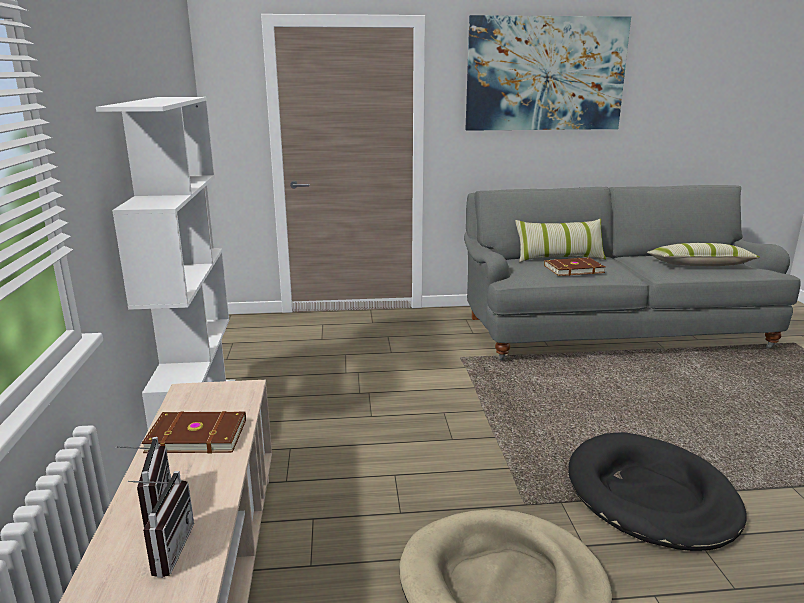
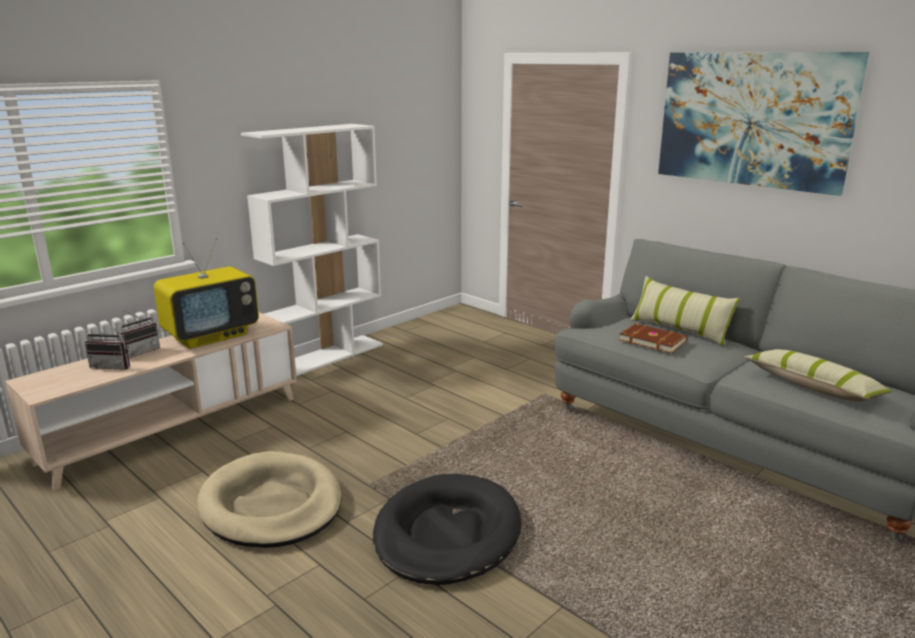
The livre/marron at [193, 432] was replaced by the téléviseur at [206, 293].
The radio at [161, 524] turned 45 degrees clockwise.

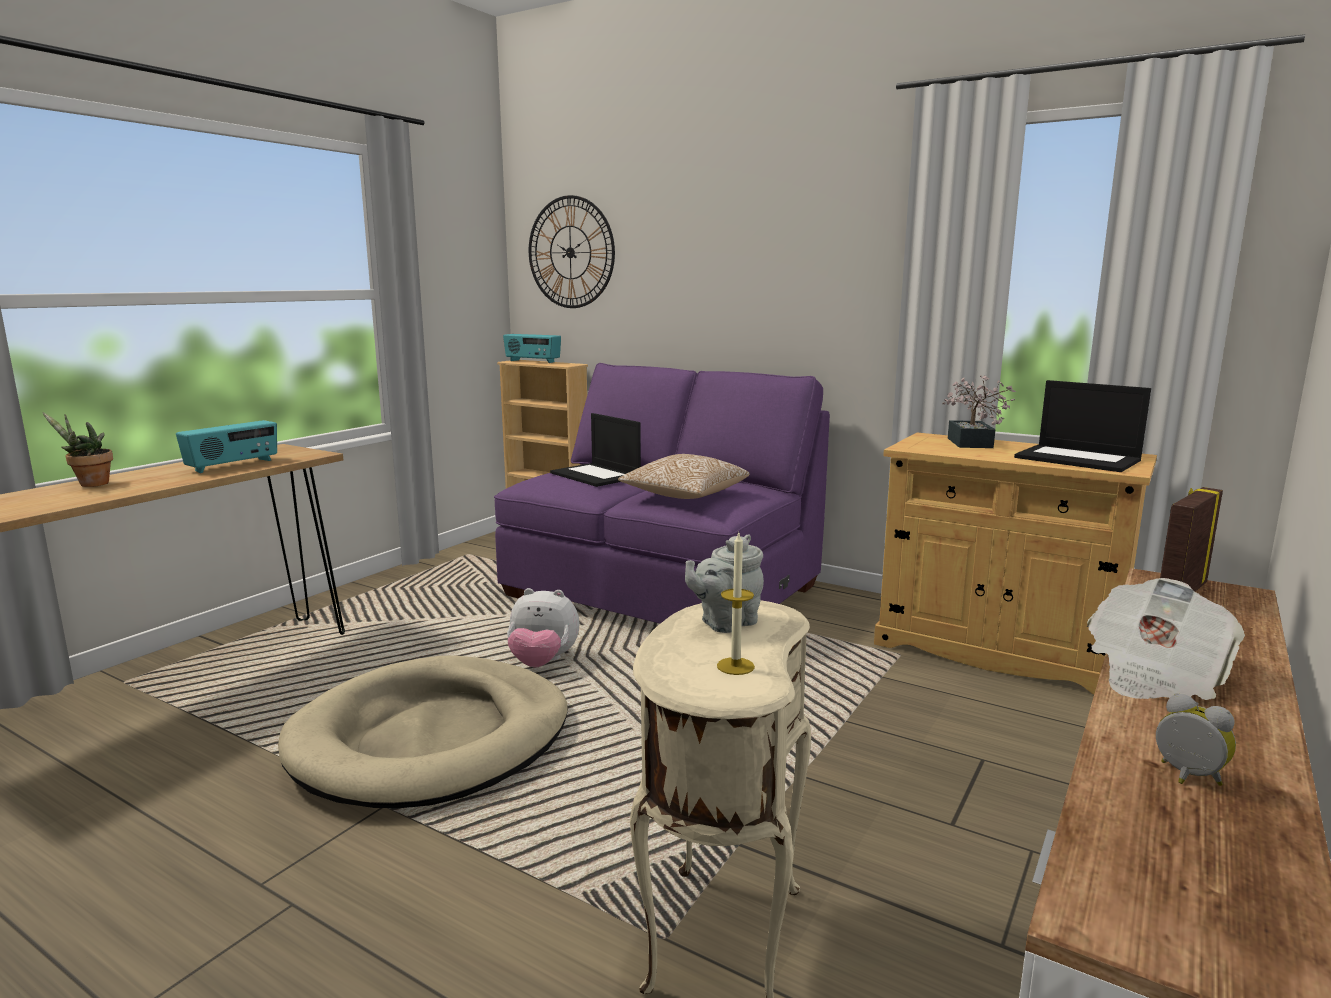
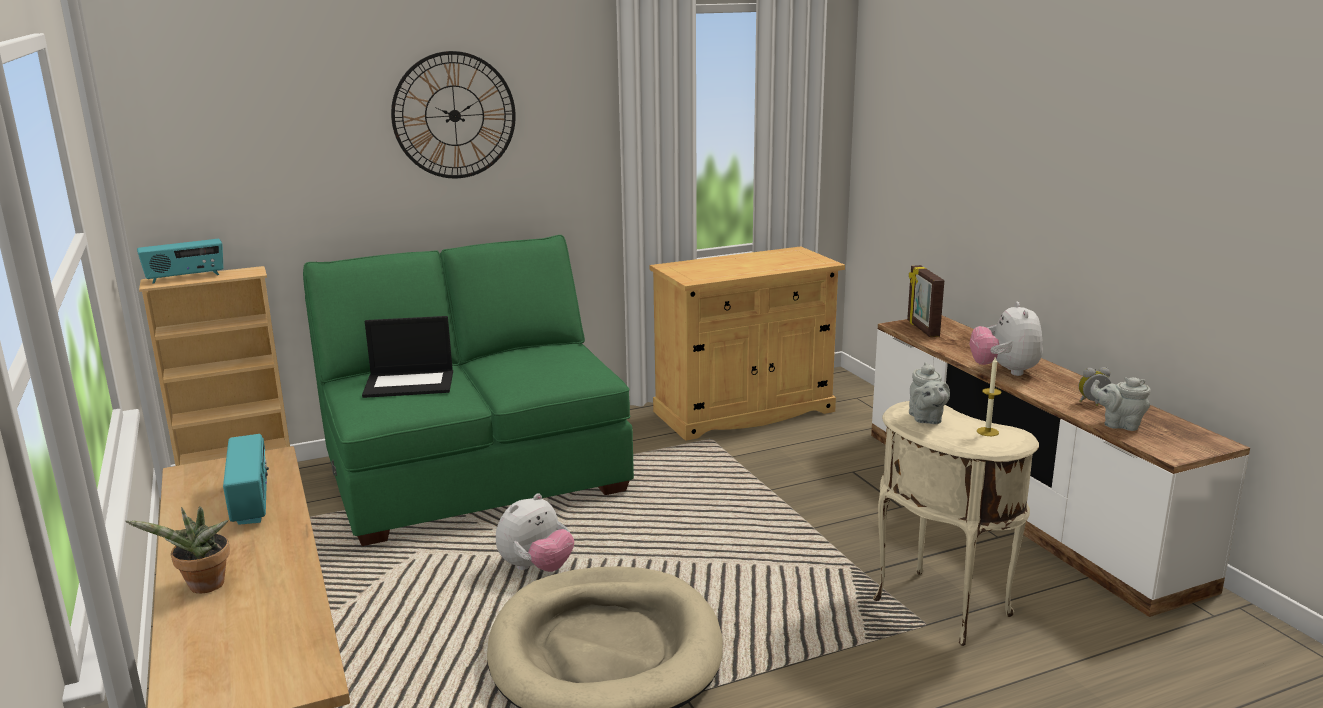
The coussin at [684, 476] disappeared.
The plante en pot at [979, 411] disappeared.
The ordinateur portable at [1082, 426] disappeared.
The théière/gris at [1120, 404] appeared.
The horloge murale moved from [572, 251] to [453, 114].
The journal at [1166, 639] was replaced by the peluche at [1005, 339].
The canapé/violet at [662, 493] became the canapé/vert at [468, 390].

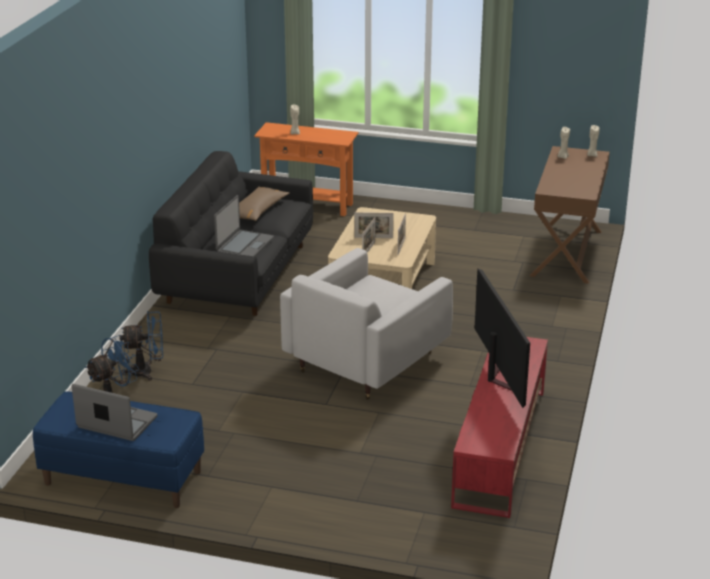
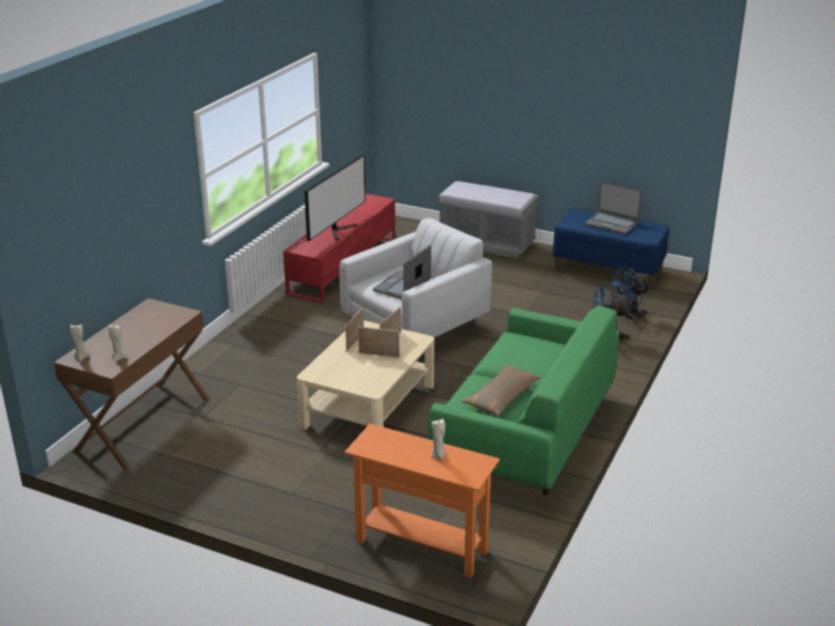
The banc/gris at [488, 219] appeared.
The ordinateur portable moved from [244, 225] to [402, 272].
The canapé/noir at [231, 233] became the canapé/vert at [524, 401].
The téléviseur at [502, 338] turned 150 degrees counterclockwise.

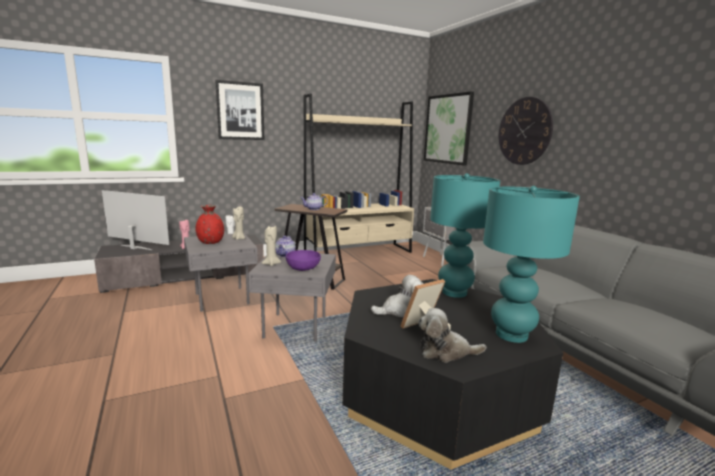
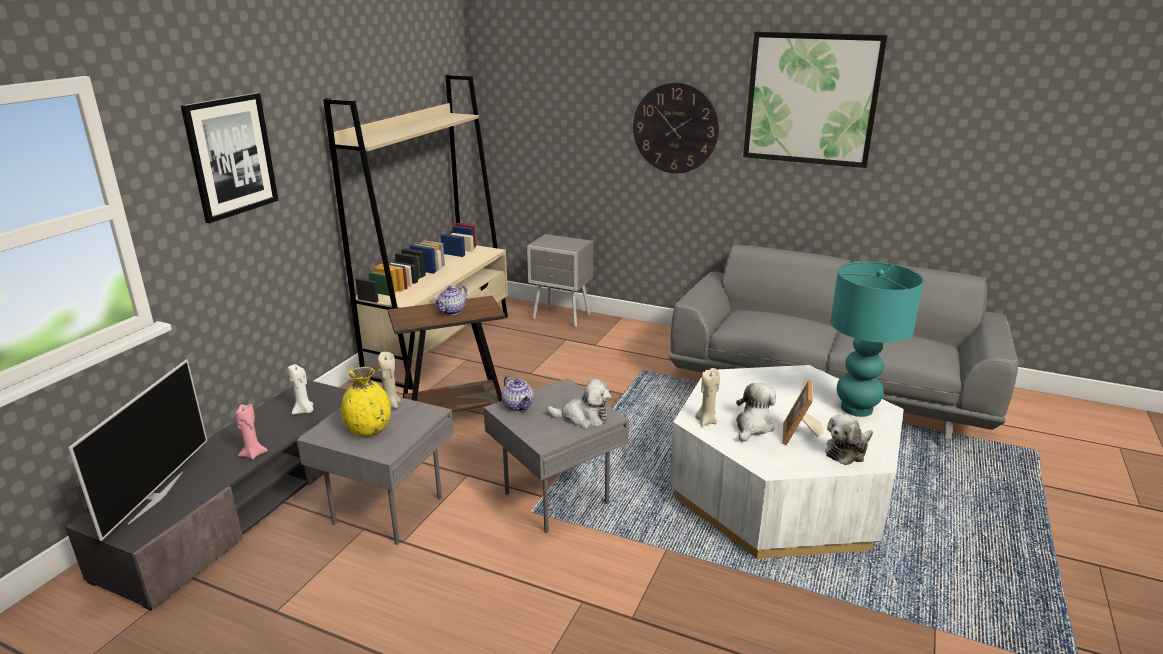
The lampe de table/turquoise at [465, 235] disappeared.
The bougie/beige moved from [271, 246] to [707, 397].
The tableau moved from [449, 128] to [815, 100].
The bol/violet at [303, 260] was replaced by the peluche at [579, 404].
The vase/rouge at [209, 224] became the vase/jaune at [366, 402].
The table basse/noir at [453, 374] became the table basse/blanc at [786, 462].
The téléviseur at [135, 220] turned 120 degrees clockwise.

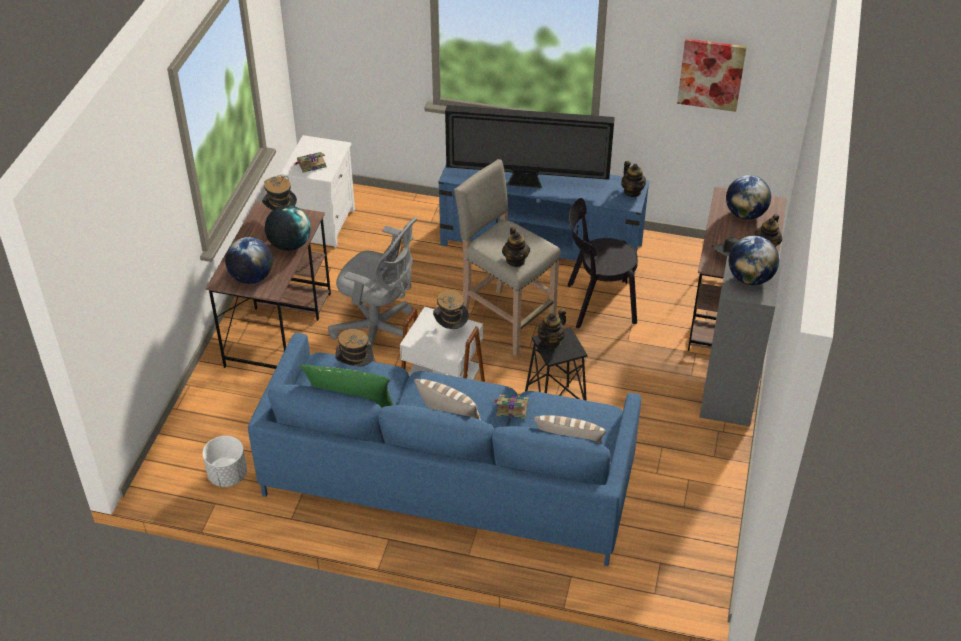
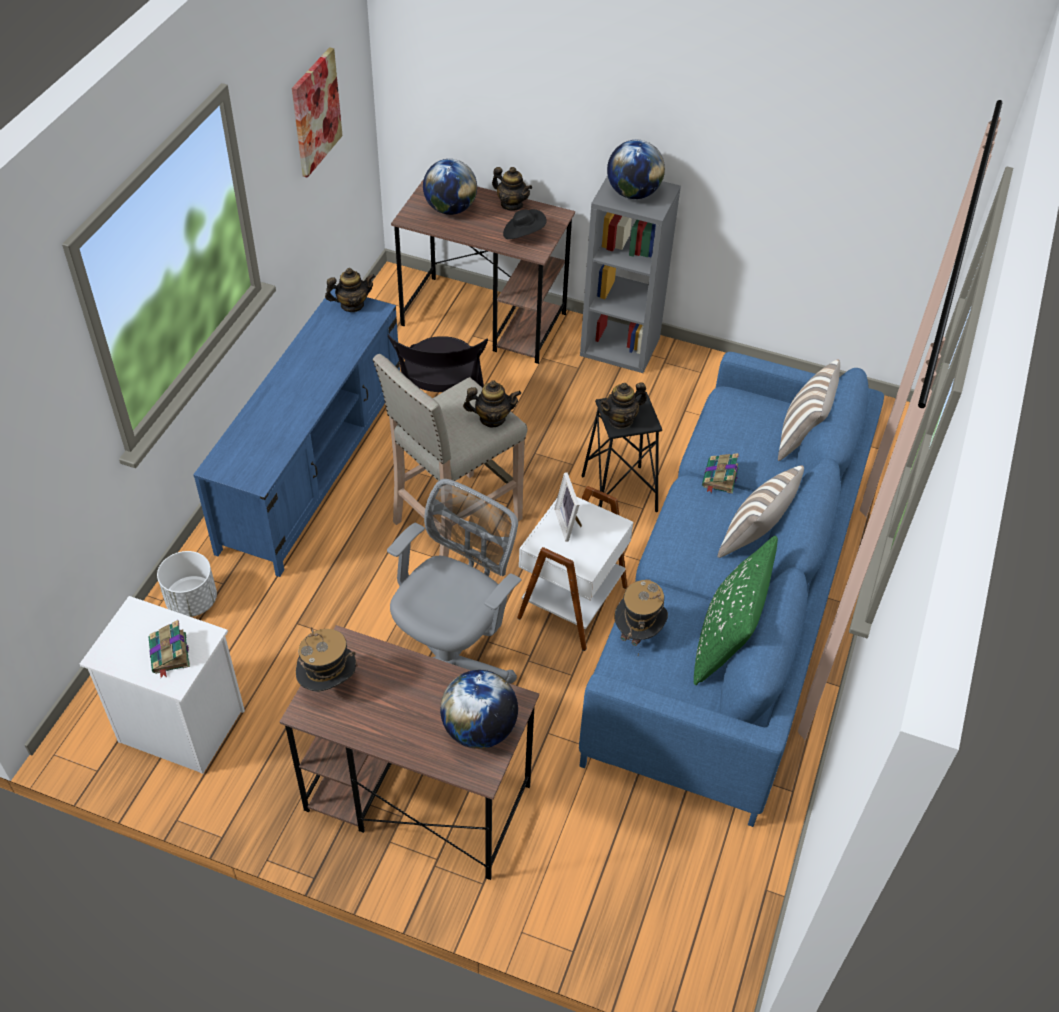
The globe at [288, 228] disappeared.
The téléviseur at [530, 146] disappeared.
The cache-pot/blanc moved from [225, 461] to [187, 584].
The chapeau at [451, 309] was replaced by the cadre photo at [568, 507].
The théière at [551, 329] turned 105 degrees clockwise.

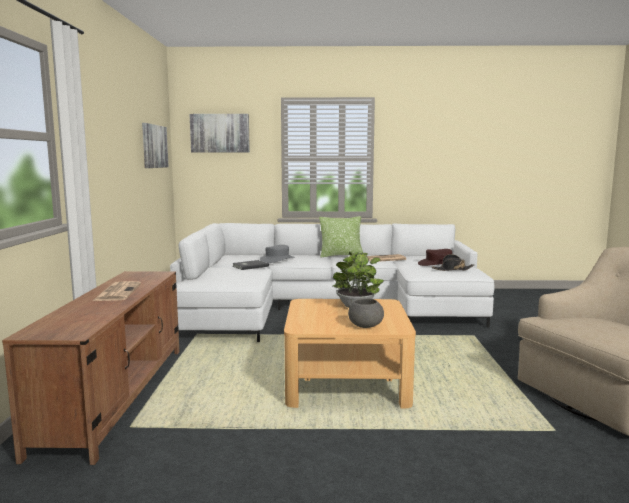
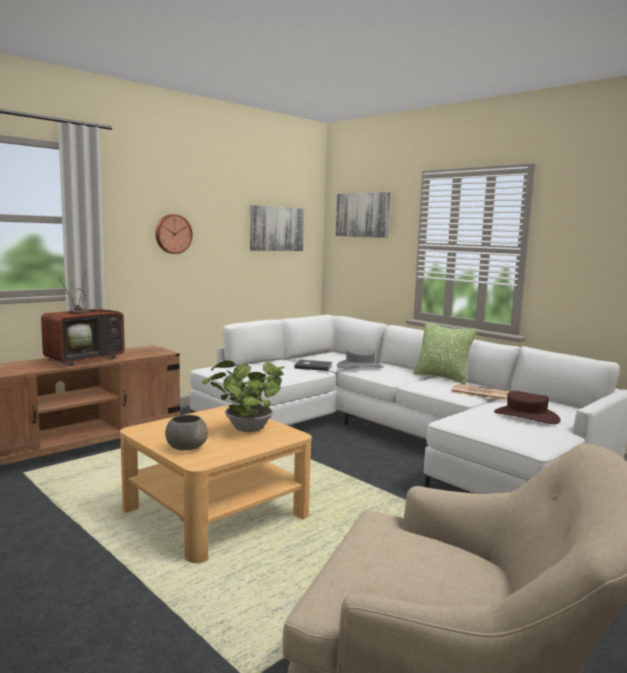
The chapeau/noir at [453, 262] disappeared.
The horloge murale at [174, 234] appeared.
The journal at [117, 291] was replaced by the téléviseur at [83, 318].

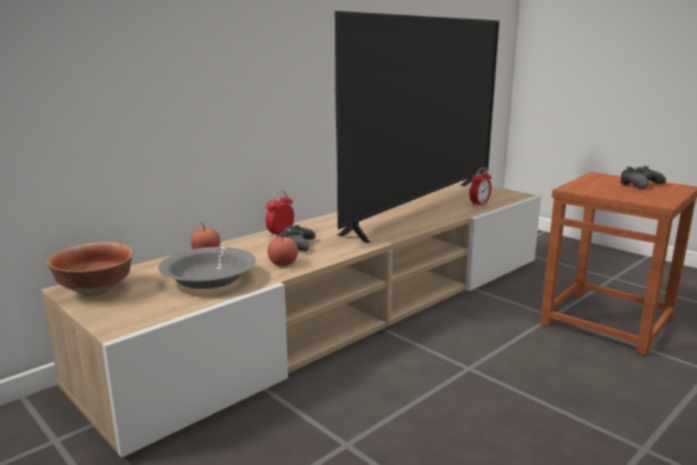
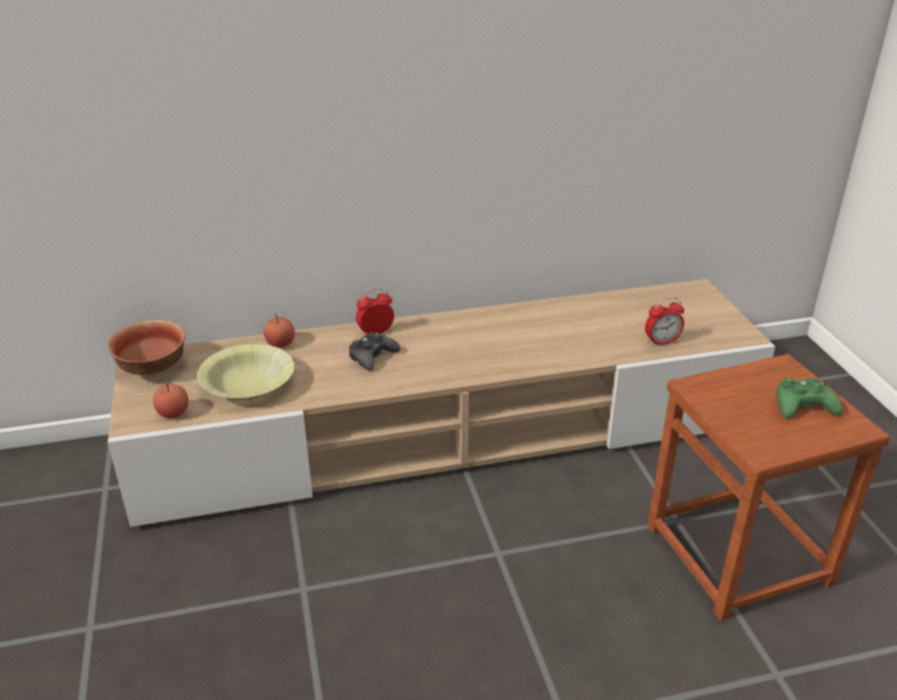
The téléviseur at [417, 127] disappeared.
The pomme moved from [282, 249] to [171, 401].
The bol/gris at [207, 268] became the bol/jaune at [245, 372].
The manette/noir at [643, 177] became the manette/vert at [809, 398].

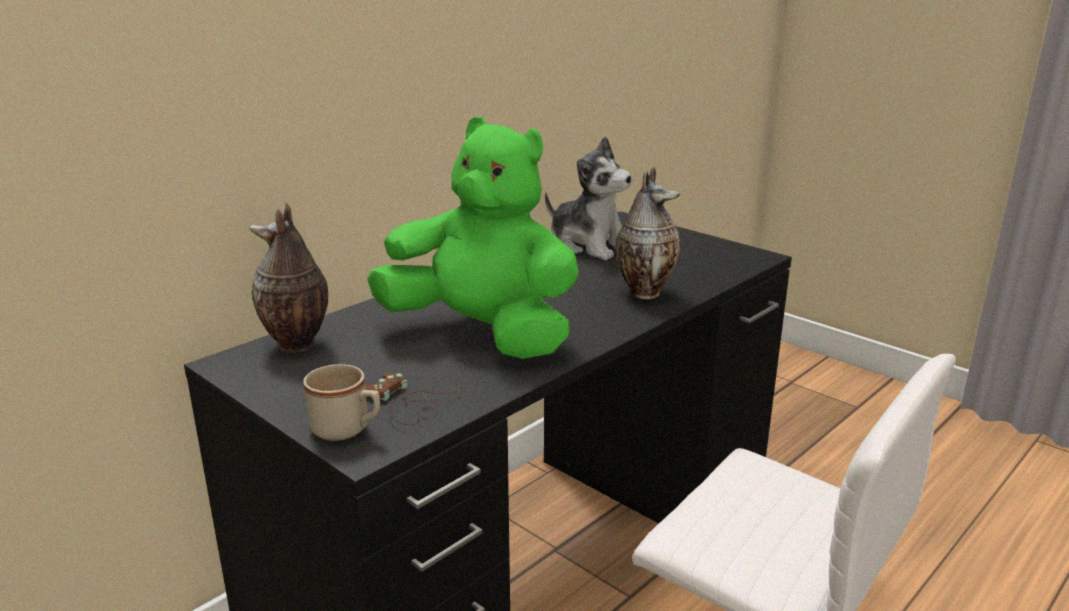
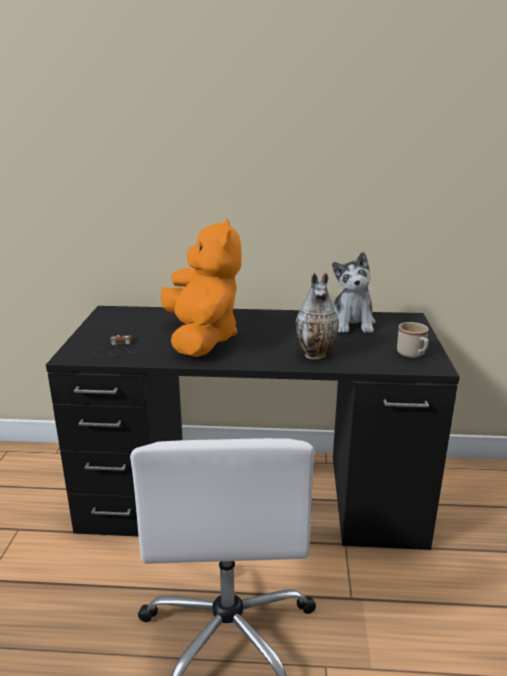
The vase at [289, 278] disappeared.
The mug/beige moved from [341, 402] to [413, 340].
The peluche/vert at [473, 237] became the peluche/orange at [201, 287].

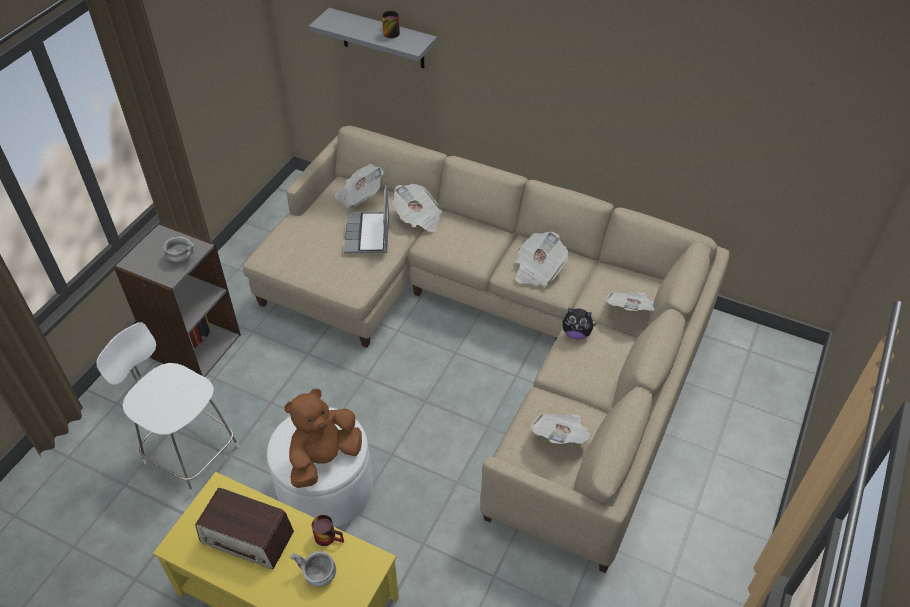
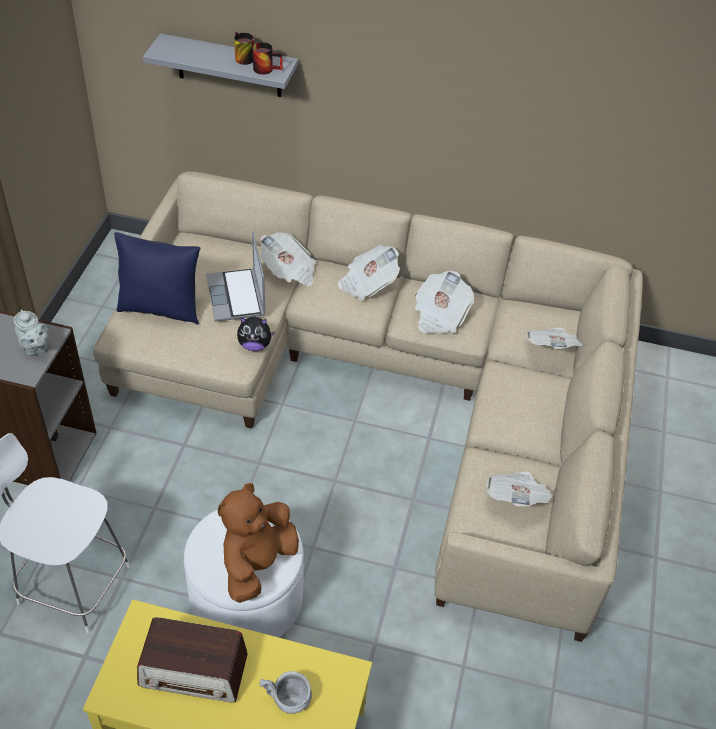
The coussin/bleu at [157, 278] appeared.
The mug moved from [328, 530] to [268, 58].
The journal moved from [359, 186] to [369, 272].
The peluche moved from [579, 323] to [256, 334].
The bol/gris at [179, 249] was replaced by the théière/gris at [31, 332].

